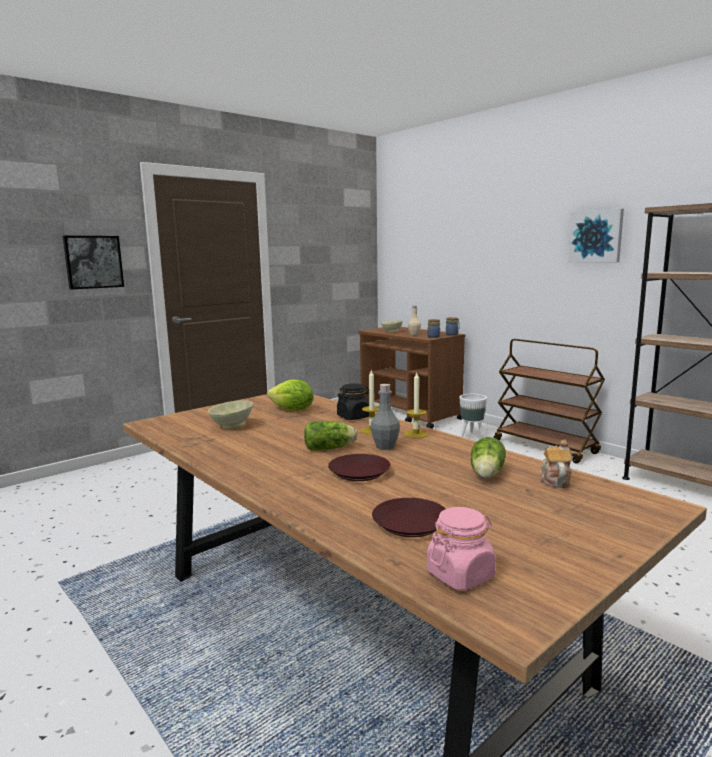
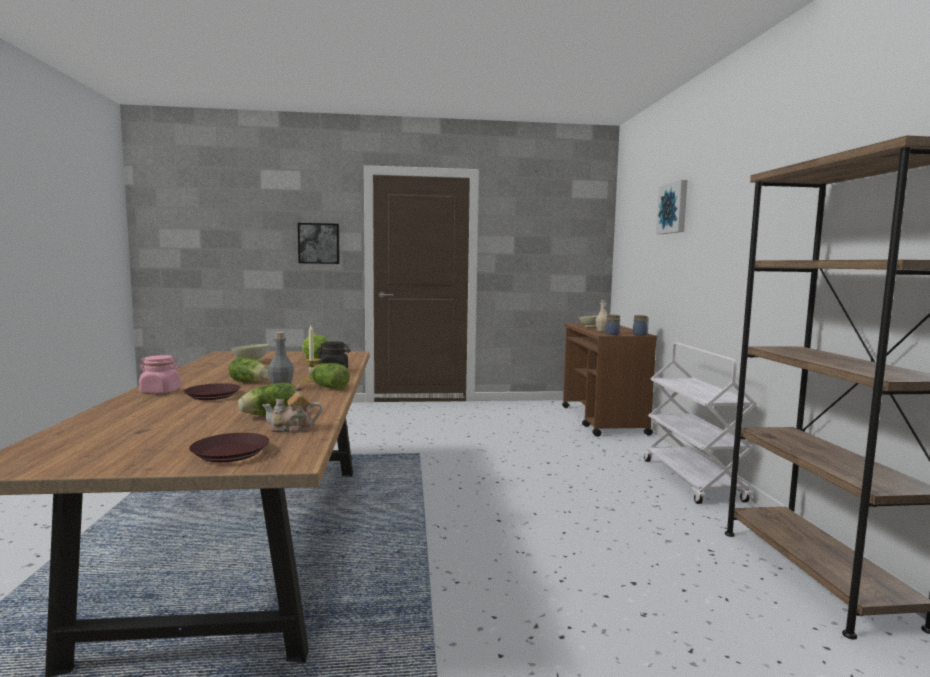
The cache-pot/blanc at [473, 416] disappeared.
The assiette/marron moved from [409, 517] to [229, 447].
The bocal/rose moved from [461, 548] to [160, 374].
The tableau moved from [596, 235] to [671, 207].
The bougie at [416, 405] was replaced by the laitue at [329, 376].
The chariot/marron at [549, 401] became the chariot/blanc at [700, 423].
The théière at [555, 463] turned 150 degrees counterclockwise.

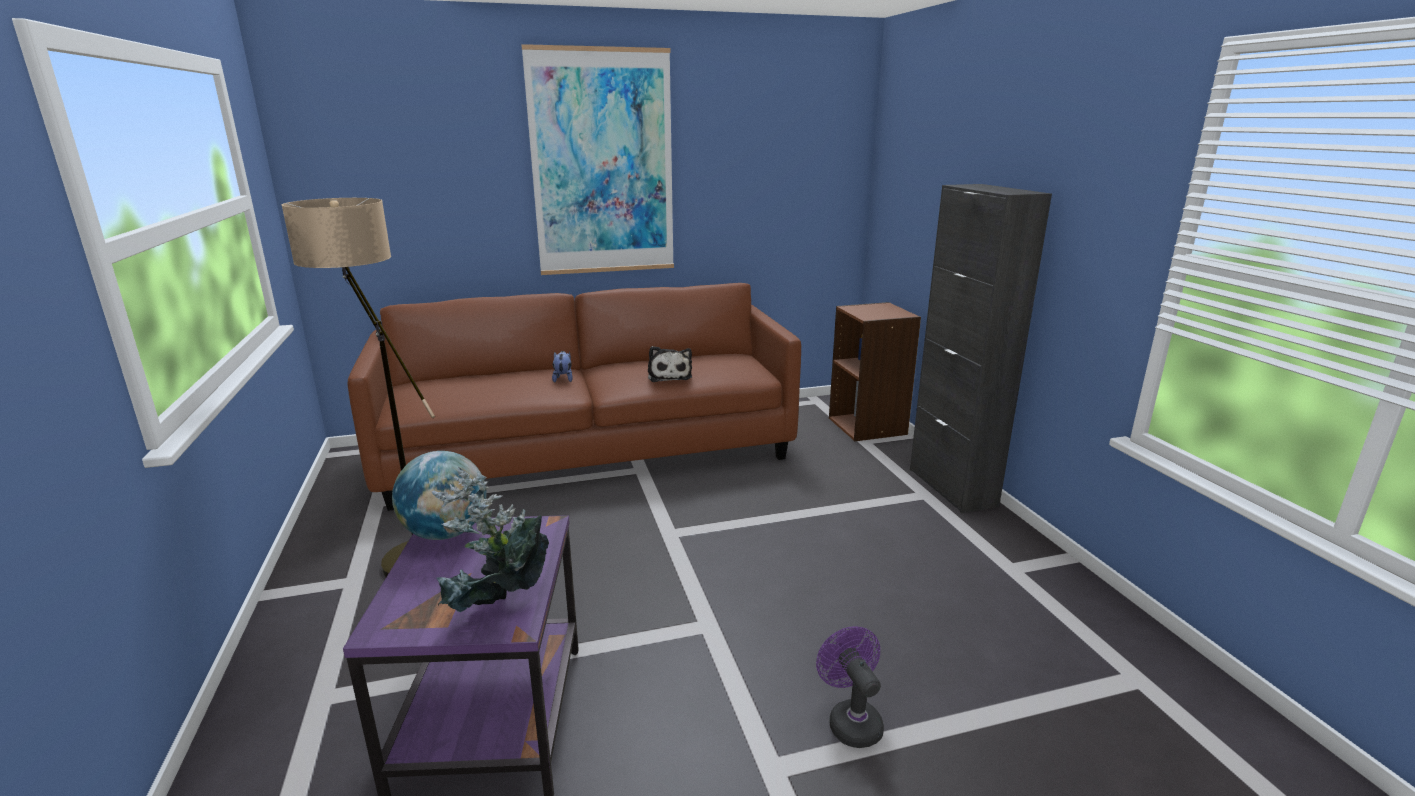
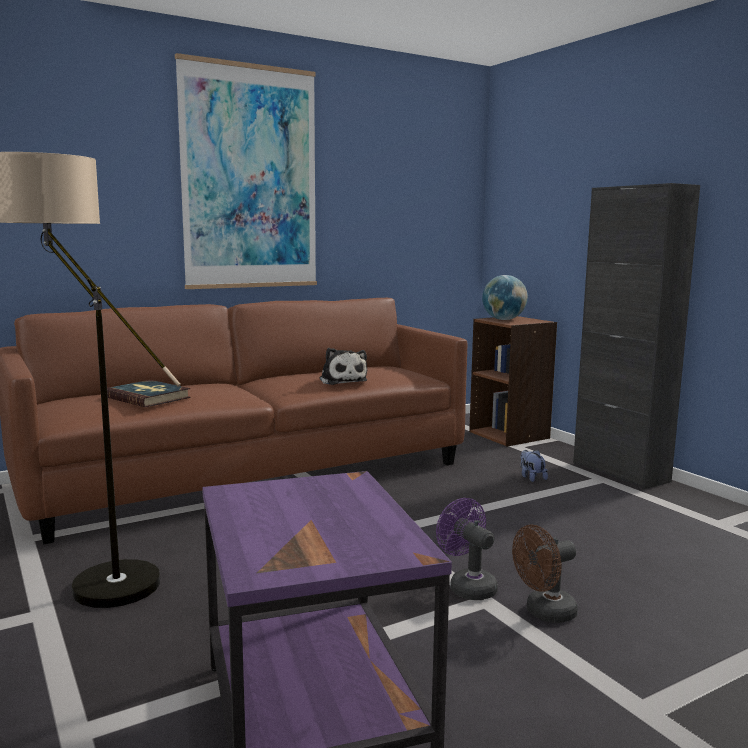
The plante en pot at [490, 540] disappeared.
The livre at [149, 393] appeared.
The ventilateur/marron at [545, 574] appeared.
The globe moved from [439, 495] to [505, 297].
The peluche moved from [562, 367] to [534, 466].
The ventilateur/violet moved from [850, 687] to [467, 549].

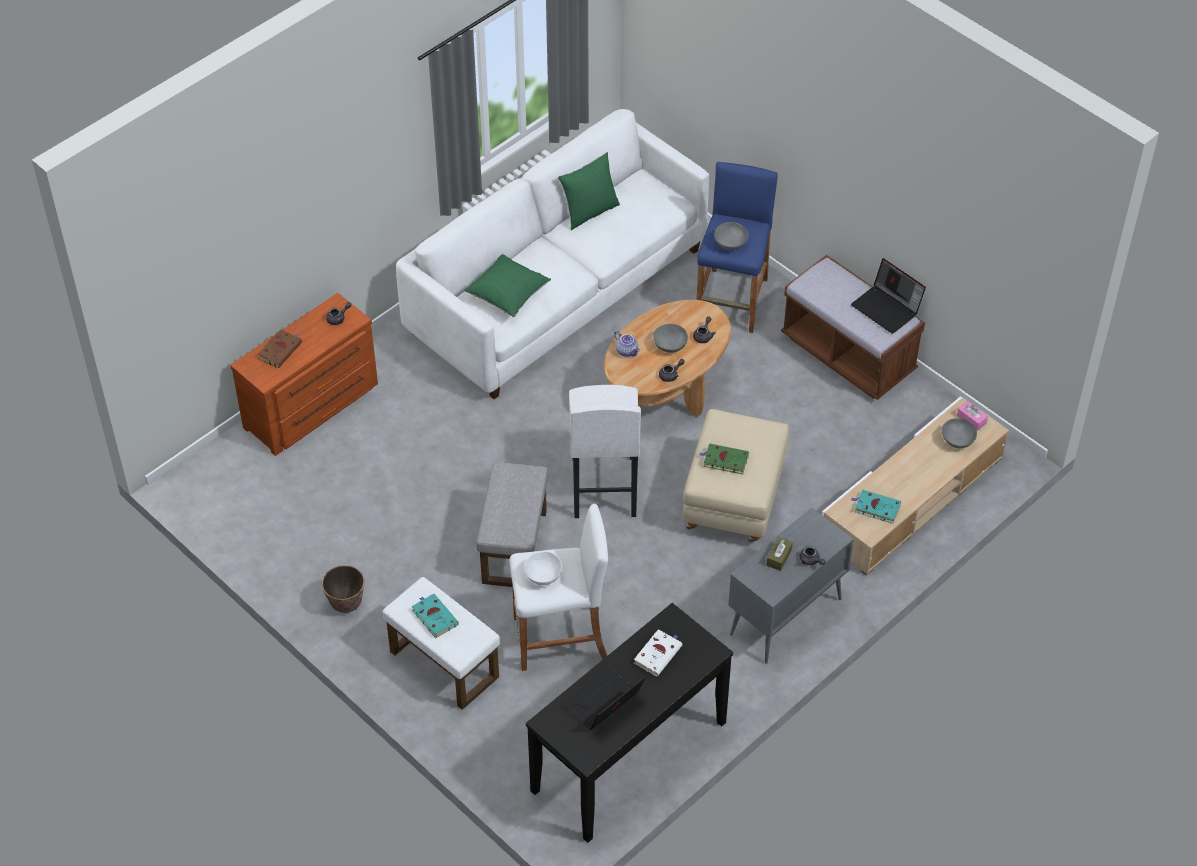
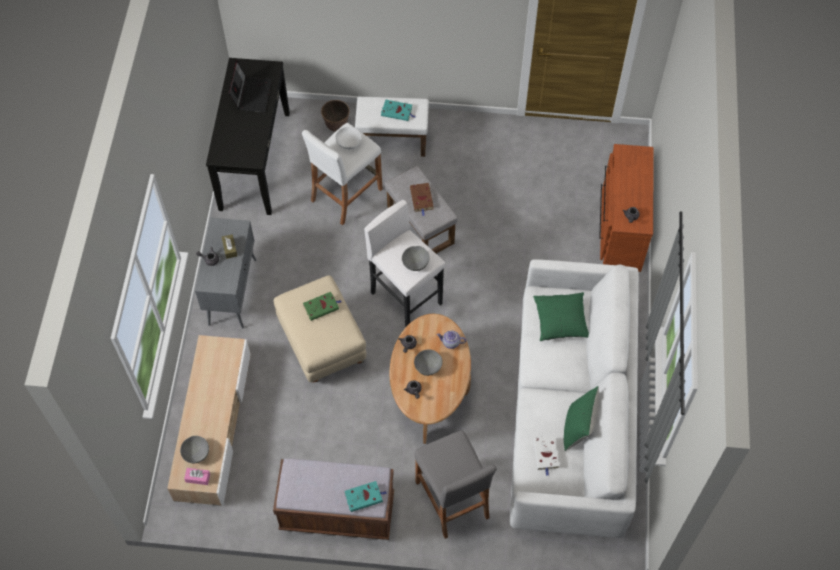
The ordinateur portable at [888, 296] disappeared.
The livre/marron moved from [280, 348] to [422, 199].
The cache-pot moved from [343, 589] to [335, 116].
The livre/blanc moved from [658, 652] to [546, 456].
The bol/gris moved from [731, 236] to [416, 258].
The livre/turquoise moved from [876, 507] to [366, 496].
The tabouret/bleu at [737, 247] became the tabouret/gris at [455, 484].

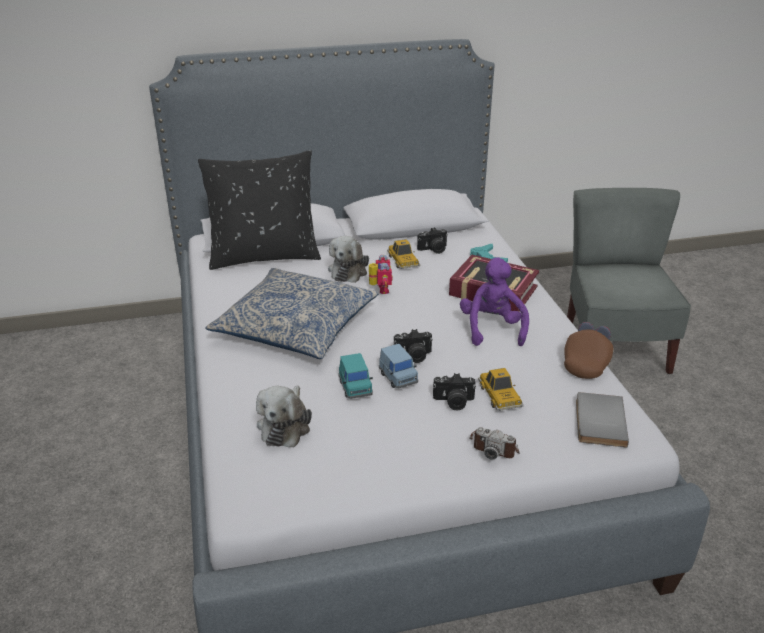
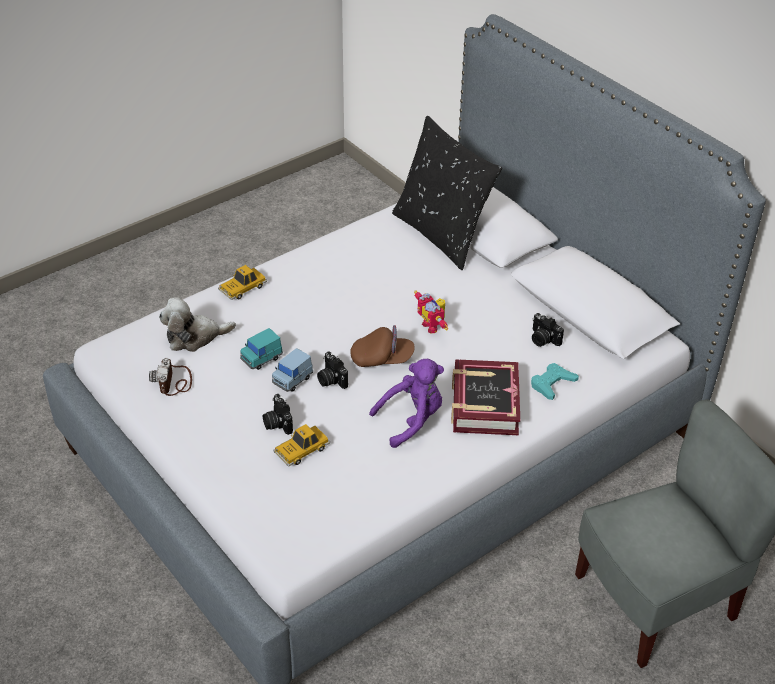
The coussin at [291, 313] disappeared.
The peluche at [348, 259] disappeared.
The livre/gris at [602, 419] disappeared.
The petite voiture moved from [403, 254] to [242, 282].
The appareil photo moved from [494, 443] to [170, 377].
The casquette/marron moved from [588, 350] to [382, 346].
The robot jouet at [380, 274] turned 90 degrees clockwise.

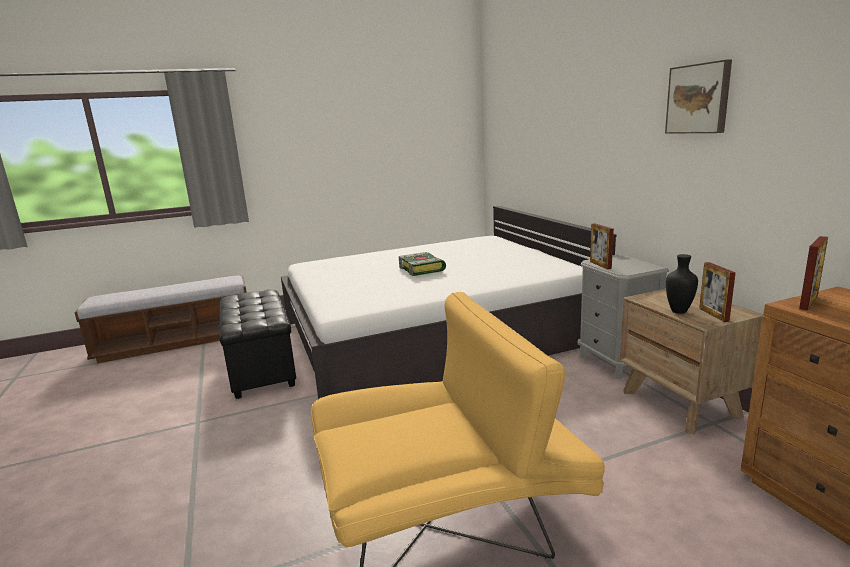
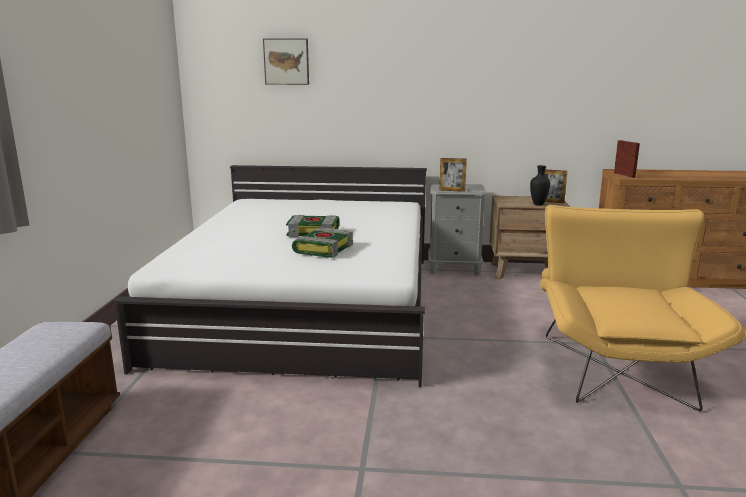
The pouf/noir at [257, 344] disappeared.
The livre at [322, 242] appeared.
The tableau moved from [698, 96] to [286, 61].

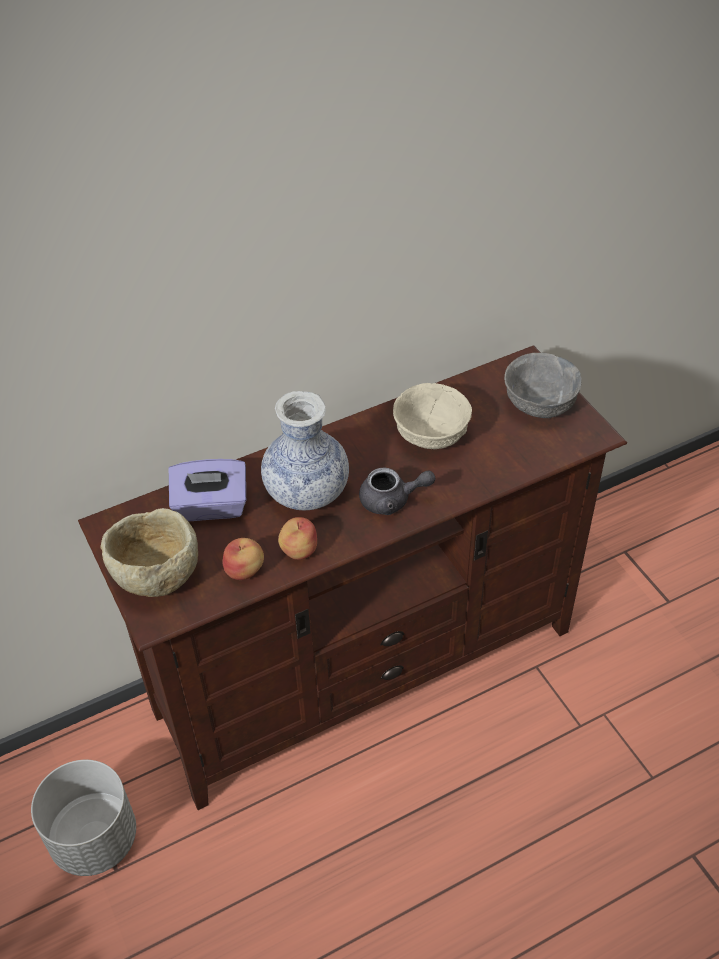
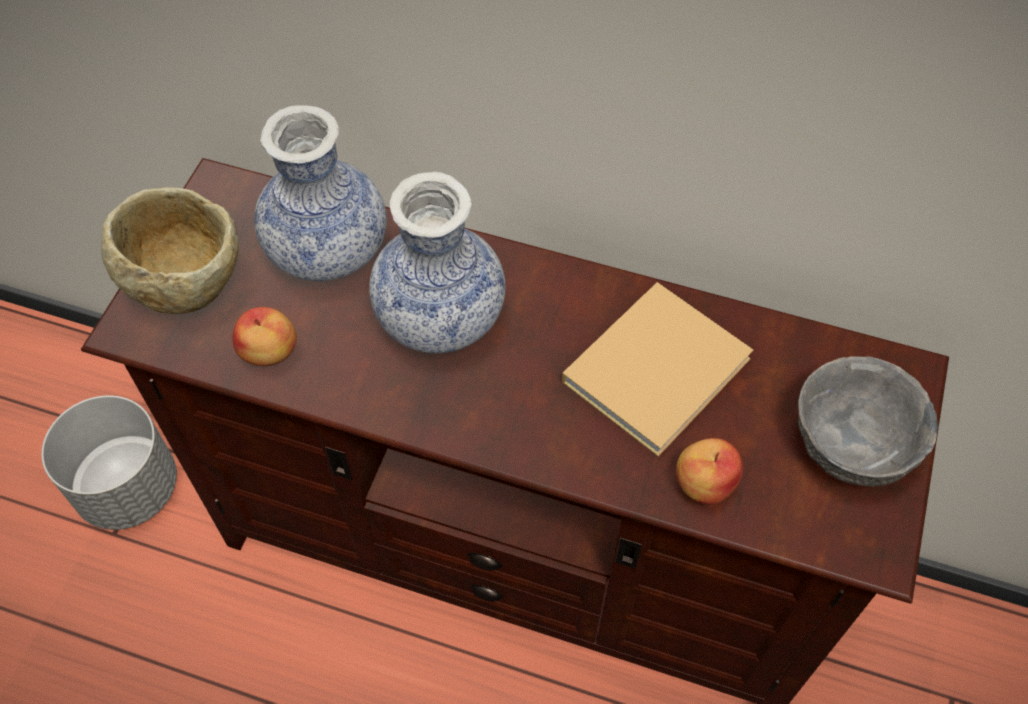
The théière/gris at [397, 491] disappeared.
The pomme moved from [297, 538] to [709, 471].
The boîte à mouchoirs/violet at [207, 490] was replaced by the vase at [320, 193].
The bol/beige at [432, 416] was replaced by the livre/beige at [657, 369].

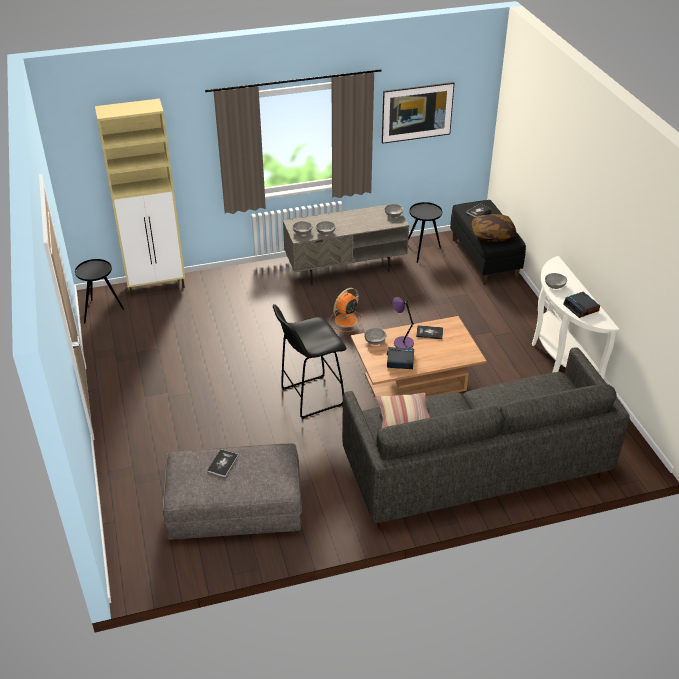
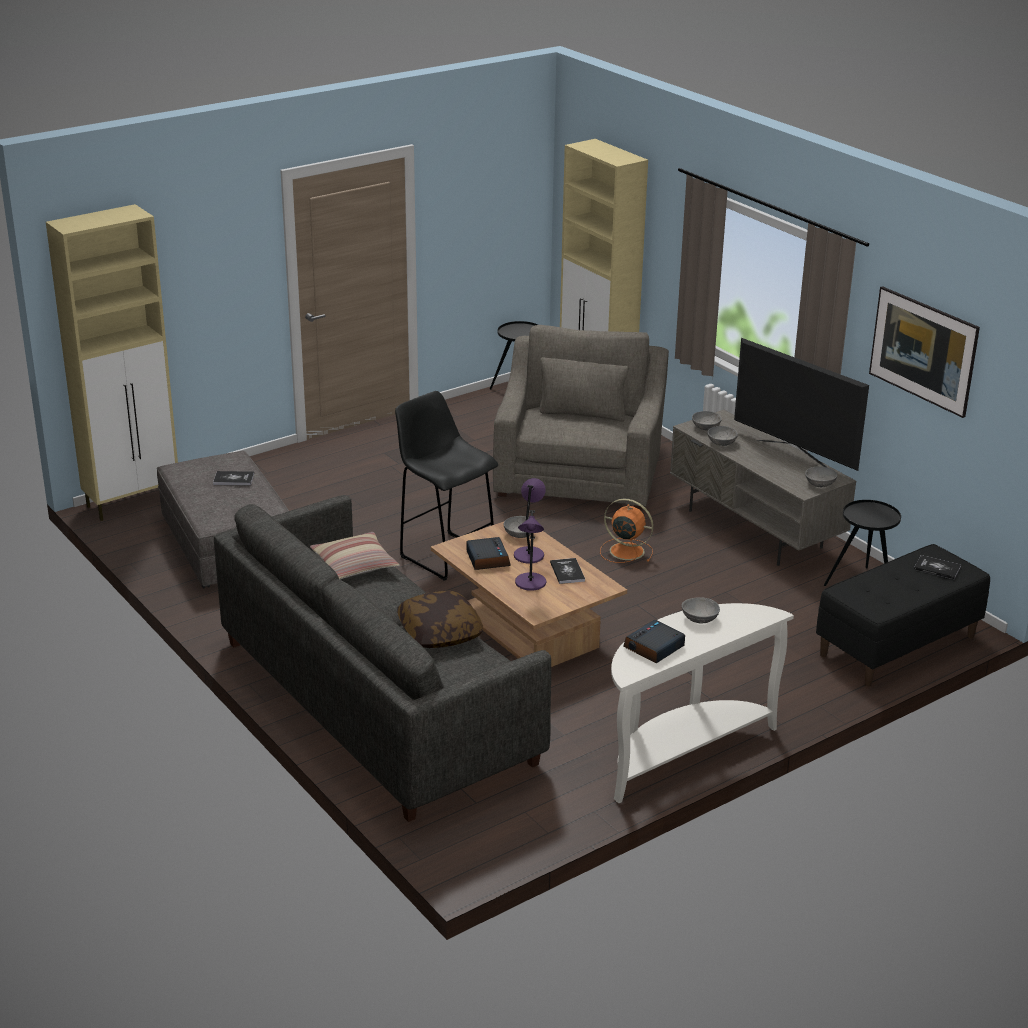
The meuble de rangement/beige at [112, 362] appeared.
The fauteuil/gris at [581, 417] appeared.
The lampe de table/violet at [530, 550] appeared.
The téléviseur at [801, 404] appeared.
The coussin moved from [494, 228] to [440, 619].

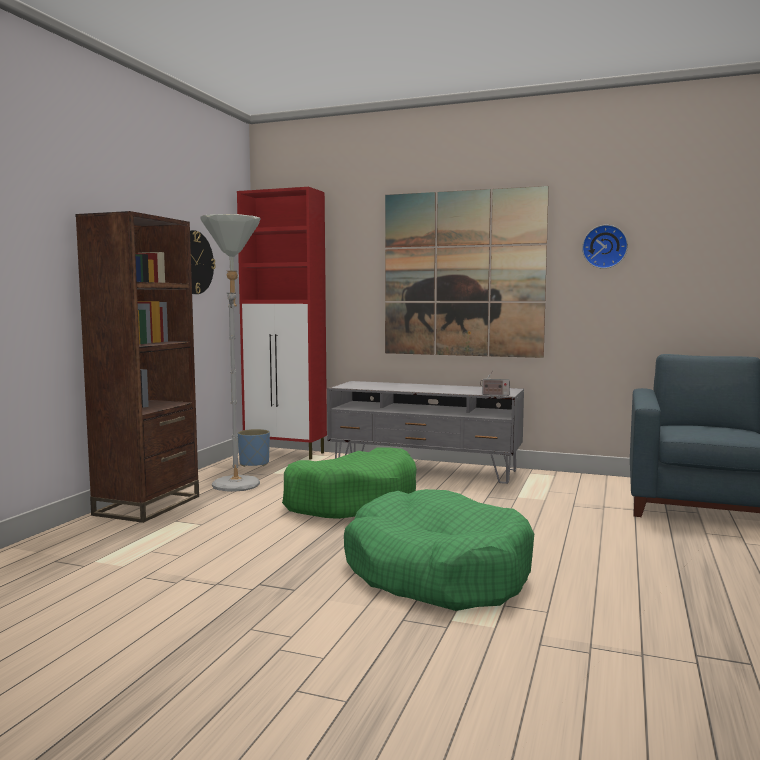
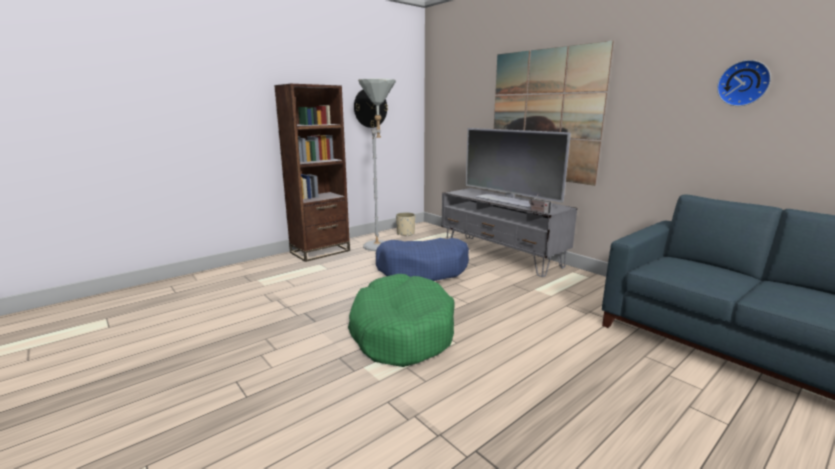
The meuble de rangement/rouge at [282, 323] disappeared.
The téléviseur at [518, 168] appeared.
The horloge murale moved from [605, 247] to [744, 83].
The cache-pot/bleu at [254, 448] became the cache-pot/beige at [405, 224].
The panier pour chien/vert at [349, 483] became the panier pour chien/bleu at [422, 259].

